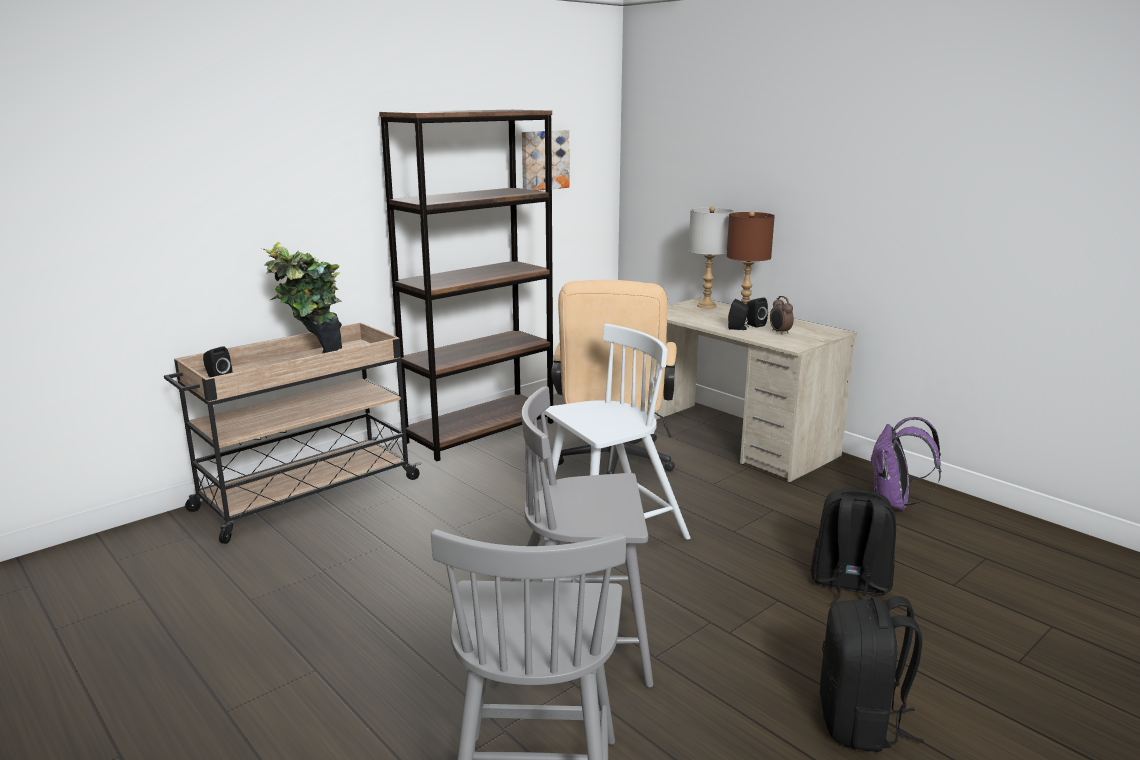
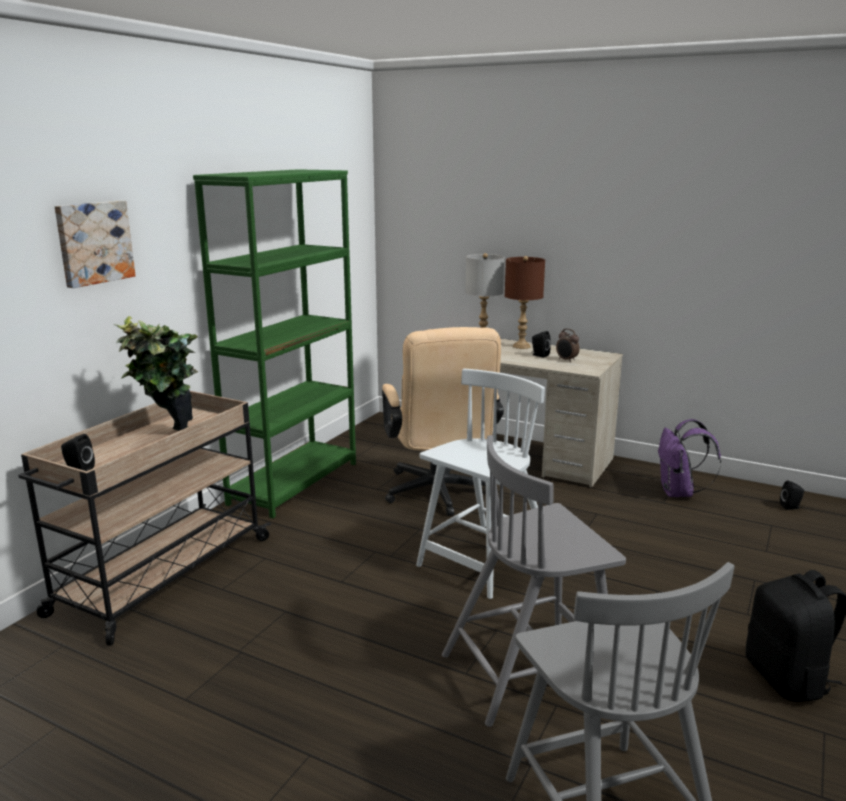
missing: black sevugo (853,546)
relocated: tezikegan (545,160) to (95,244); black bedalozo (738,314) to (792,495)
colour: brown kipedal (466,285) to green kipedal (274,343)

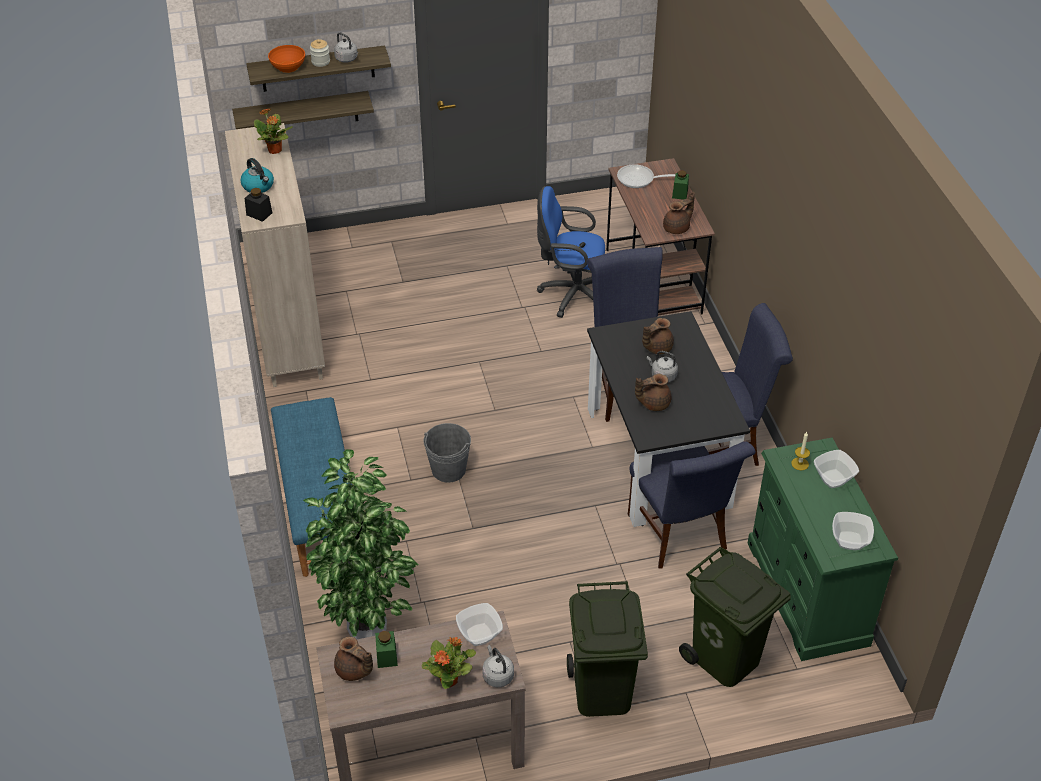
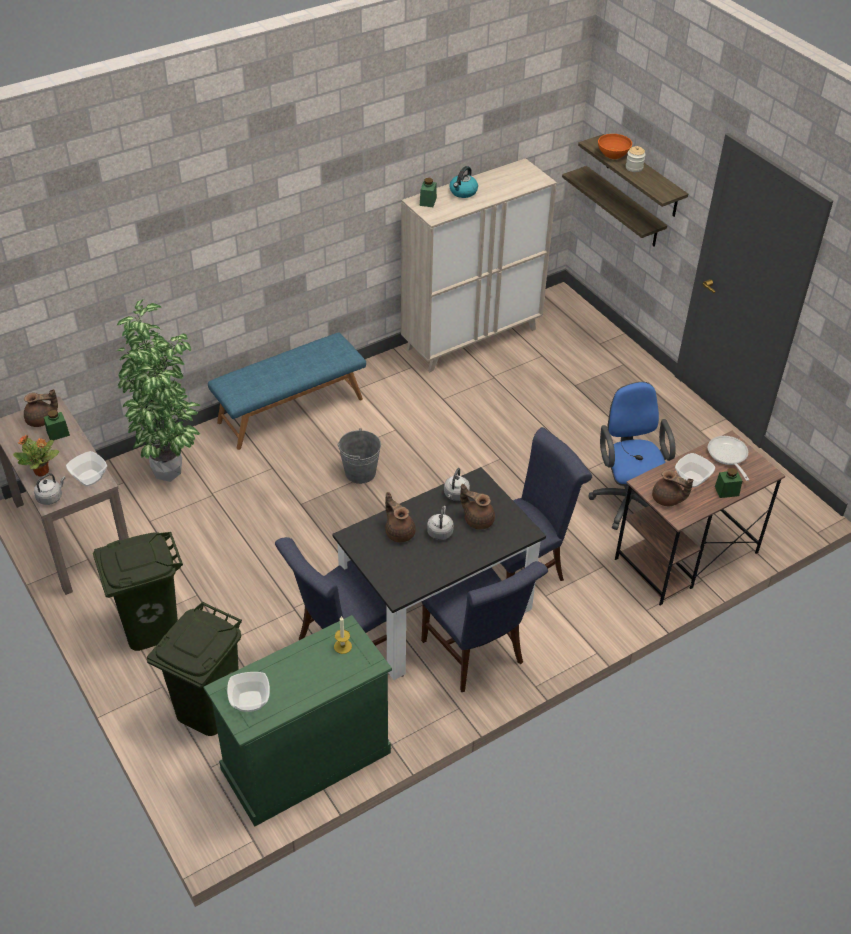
missing: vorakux (273,131)
relocated: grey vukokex (346,47) to (457,484); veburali (836,469) to (695,470)
colour: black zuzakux (259,205) to green zuzakux (428,192)
spun: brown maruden (353,659) = (41,408) 120 degrees counterclockwise

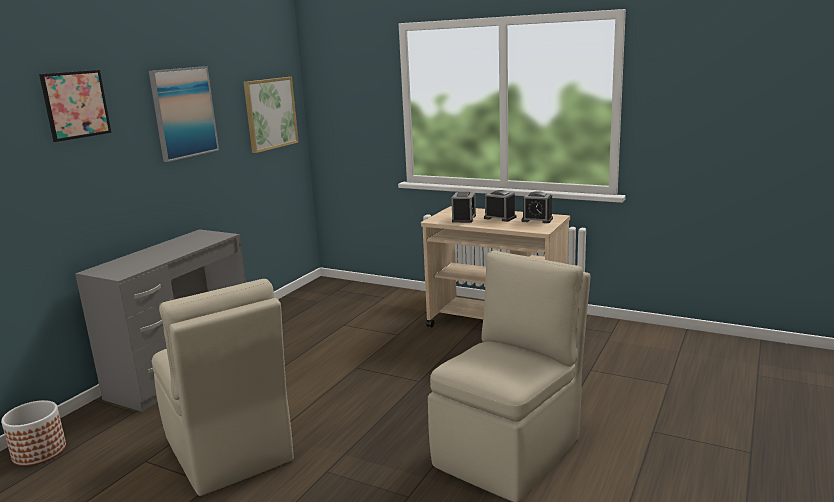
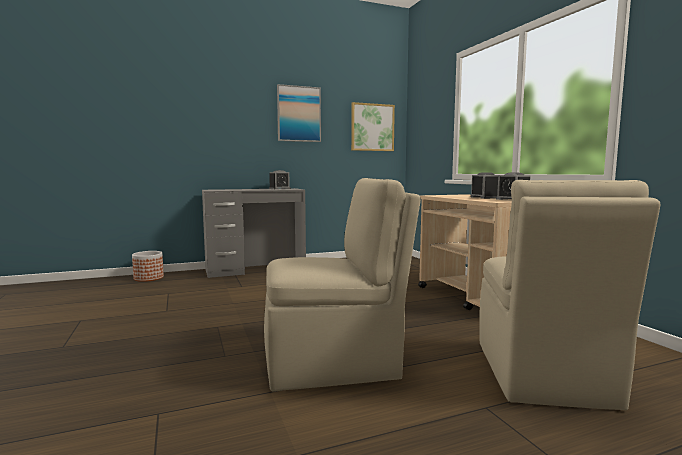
missing: tezikegan (75,106)
relocated: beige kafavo (223,387) to (569,295); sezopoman (463,207) to (280,179)

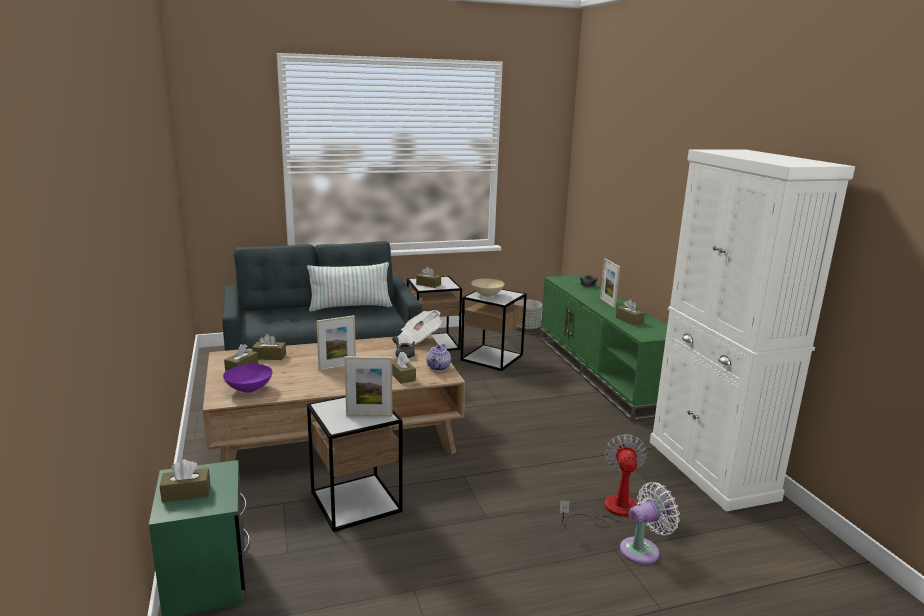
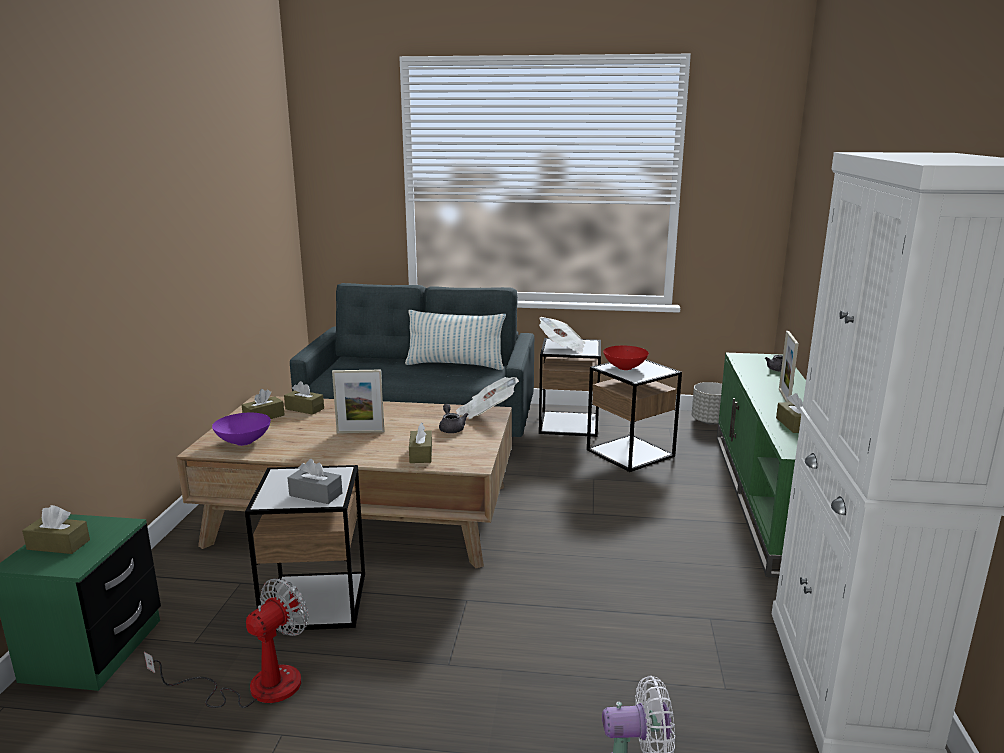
missing: maruden (438,357)
relocated: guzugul (603,480) to (226,643)
exchanged: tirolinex (368,386) to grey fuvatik (315,481); brown fuvatik (428,277) to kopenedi (562,335)
colour: beige veburali (487,288) to red veburali (626,358)

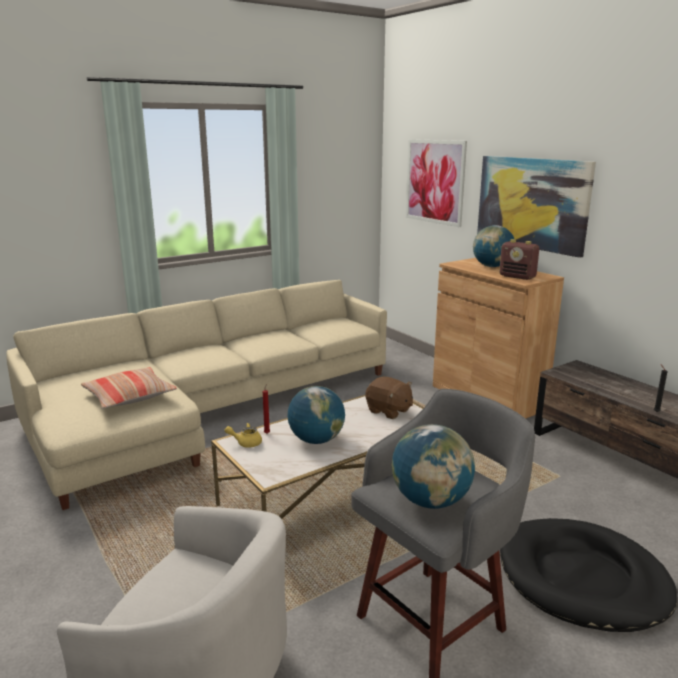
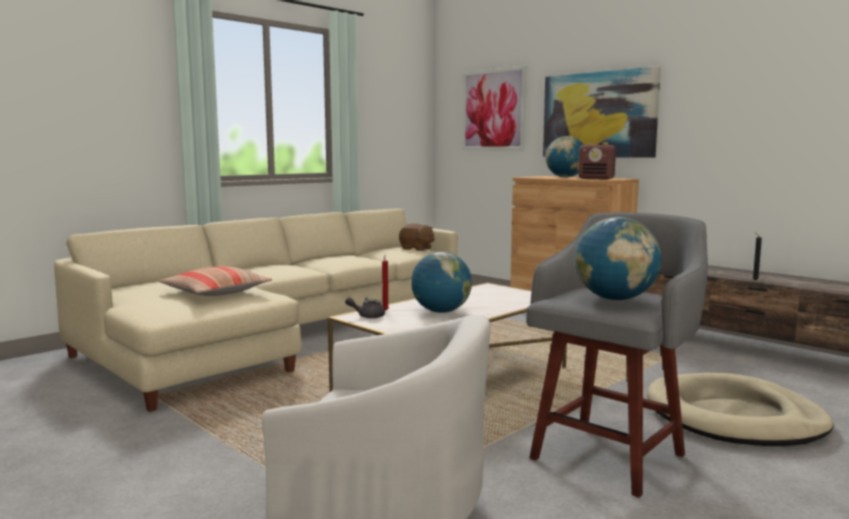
relocated: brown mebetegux (389,397) to (417,237)
colour: yellow maruden (243,435) to grey maruden (365,308); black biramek (589,575) to beige biramek (740,409)

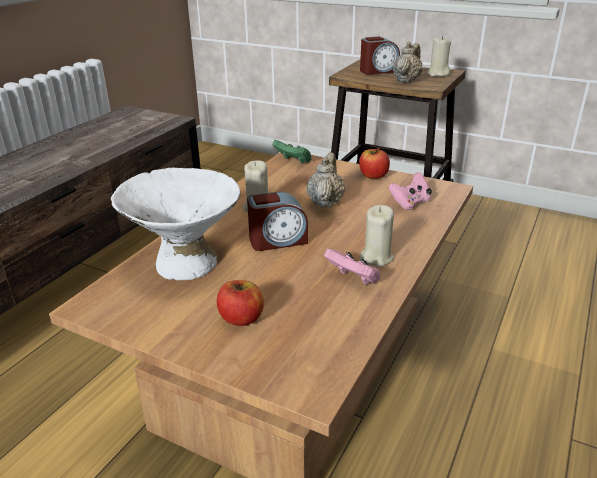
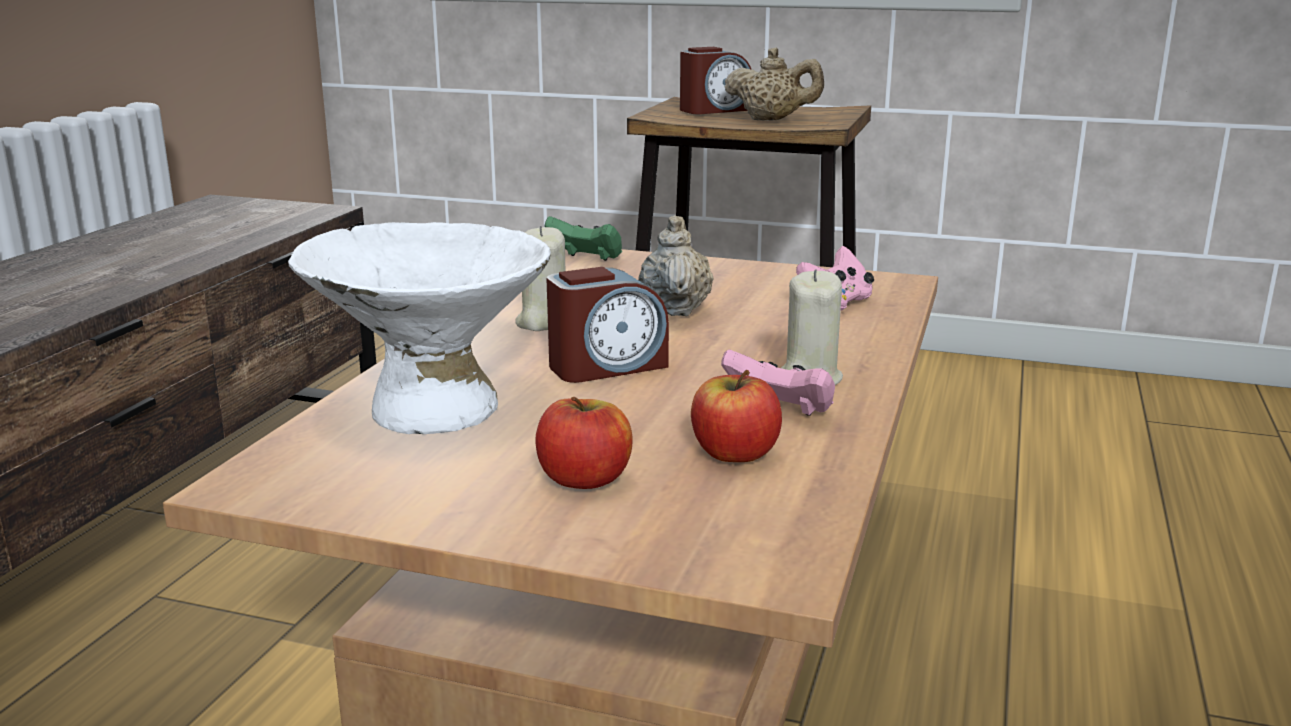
missing: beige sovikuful (439,56)
relocated: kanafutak (374,163) to (736,416)
spun: beige maruden (407,62) = (774,84) 90 degrees clockwise

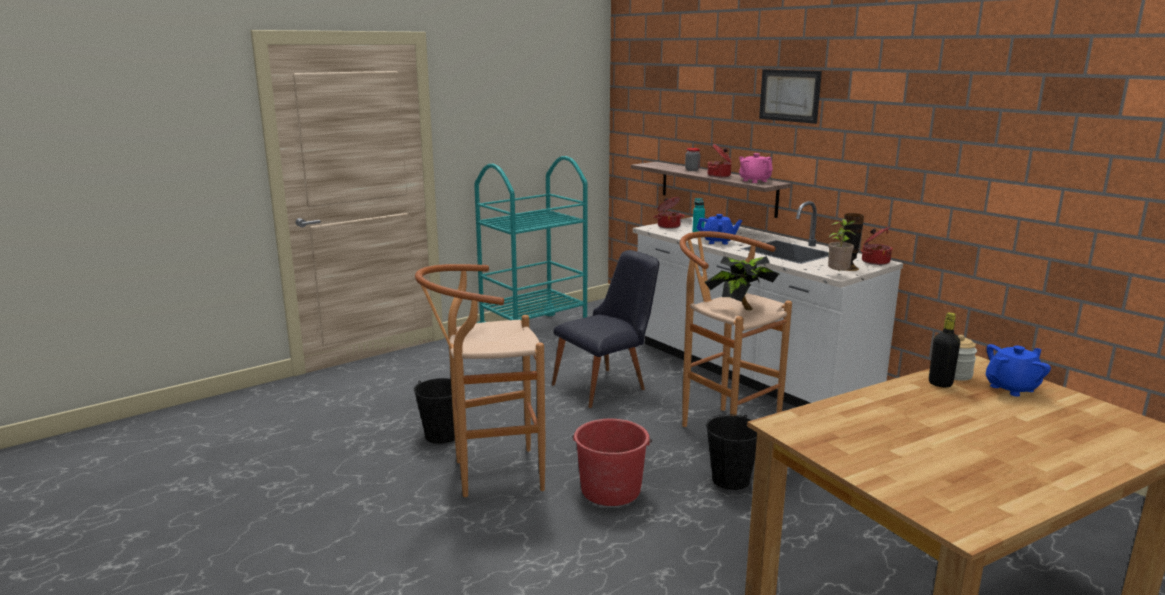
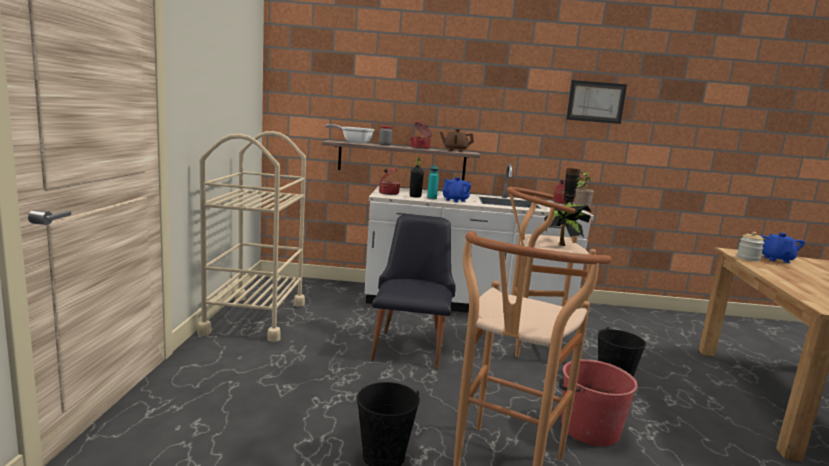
appeared: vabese (350,134)
relocated: tezikegan (790,96) to (596,102); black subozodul (944,350) to (417,177)
colour: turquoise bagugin (531,239) to beige bagugin (251,236); pink maruden (756,168) to brown maruden (457,140)

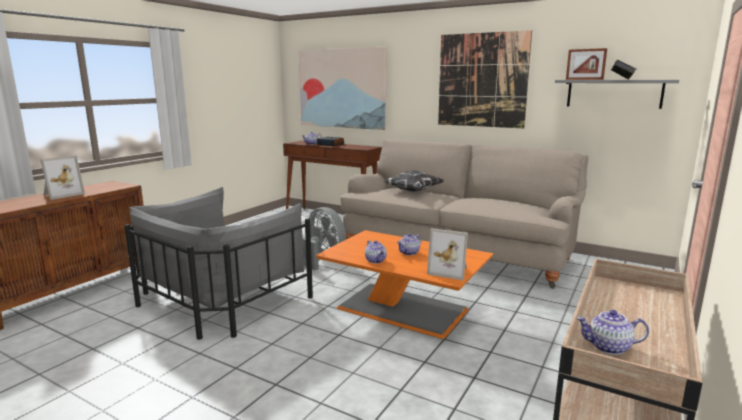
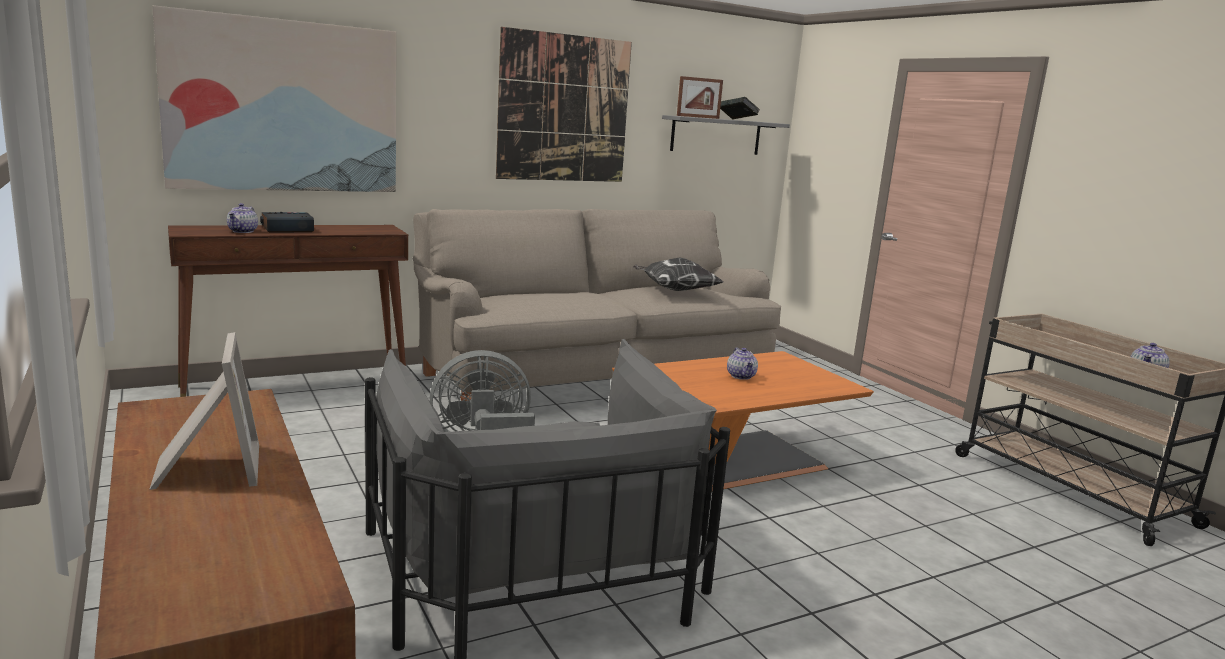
missing: maruden (376,252); tirolinex (447,254)
relocated: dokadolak (414,181) to (678,274)

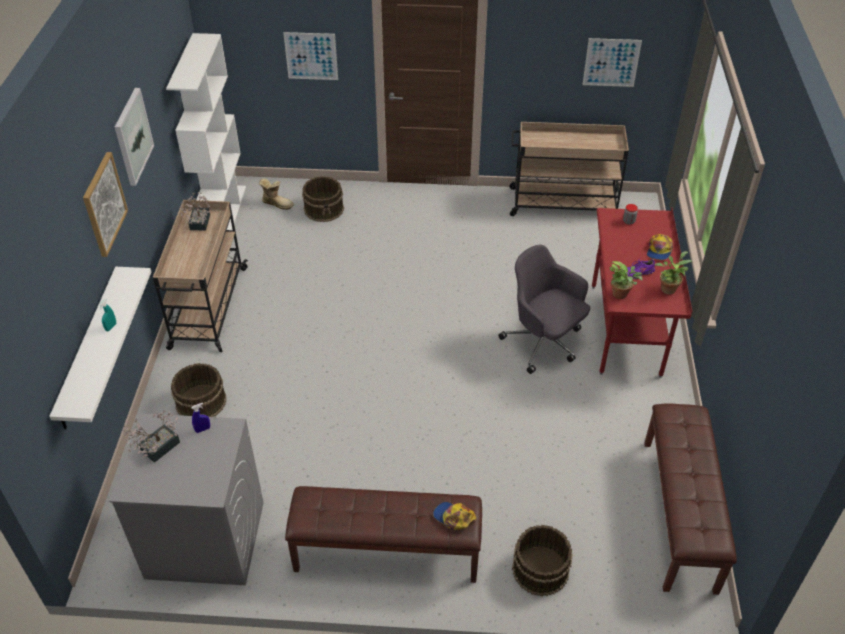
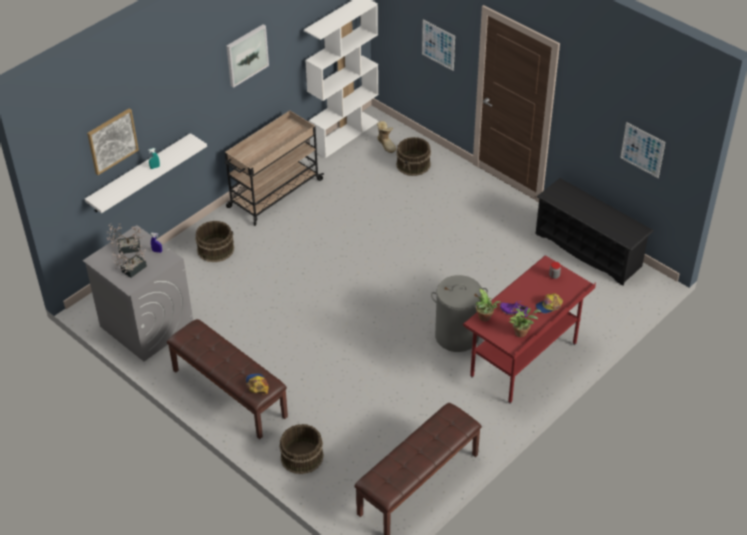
relocated: tezikegan (105,204) to (113,141); vorakux (195,211) to (129,261)
exchanged: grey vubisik (544,309) to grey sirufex (459,313); beige bagugin (569,169) to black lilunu (595,232)

